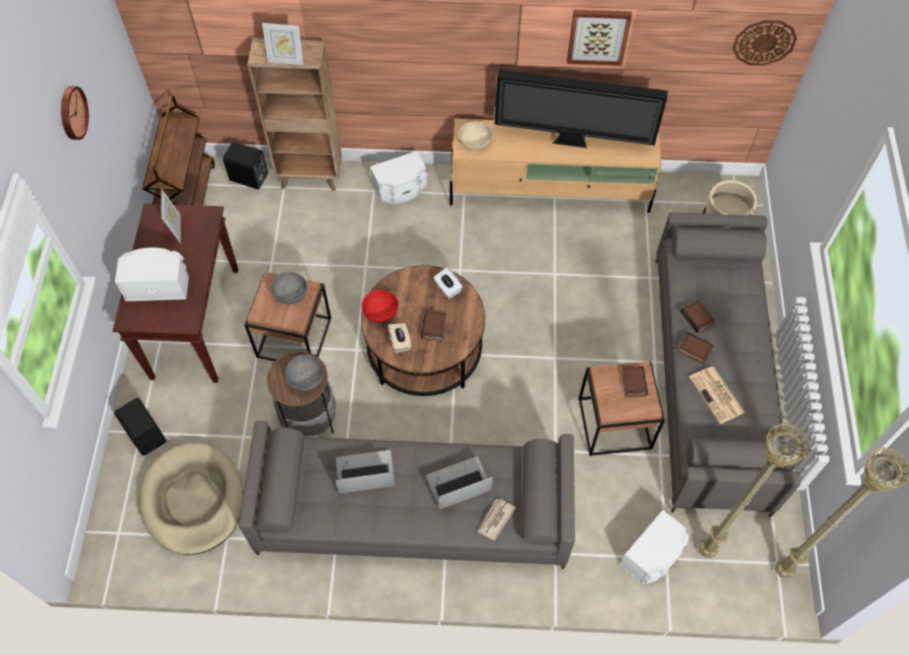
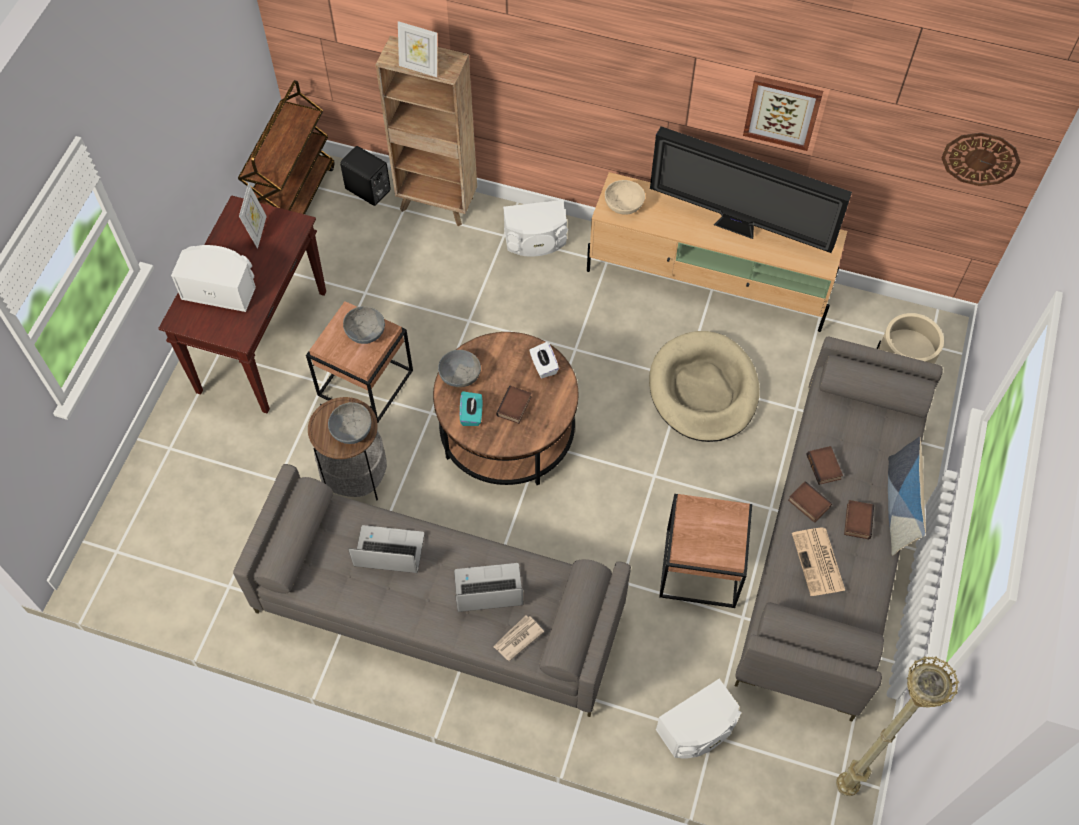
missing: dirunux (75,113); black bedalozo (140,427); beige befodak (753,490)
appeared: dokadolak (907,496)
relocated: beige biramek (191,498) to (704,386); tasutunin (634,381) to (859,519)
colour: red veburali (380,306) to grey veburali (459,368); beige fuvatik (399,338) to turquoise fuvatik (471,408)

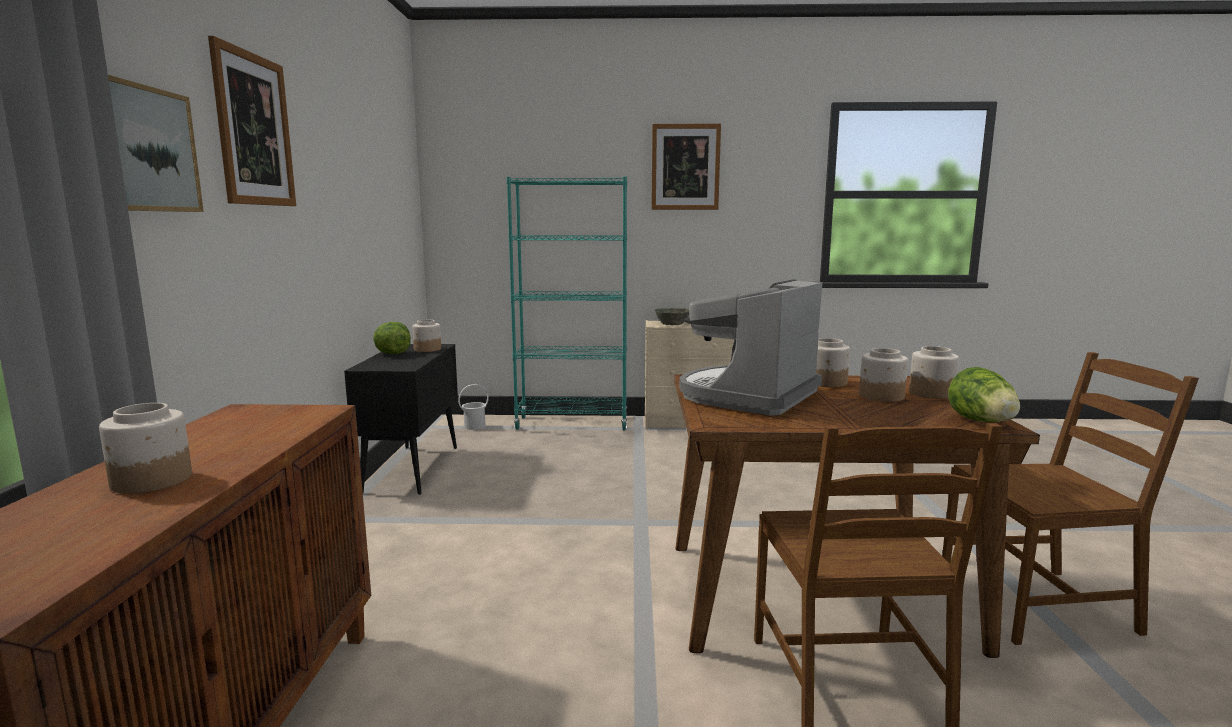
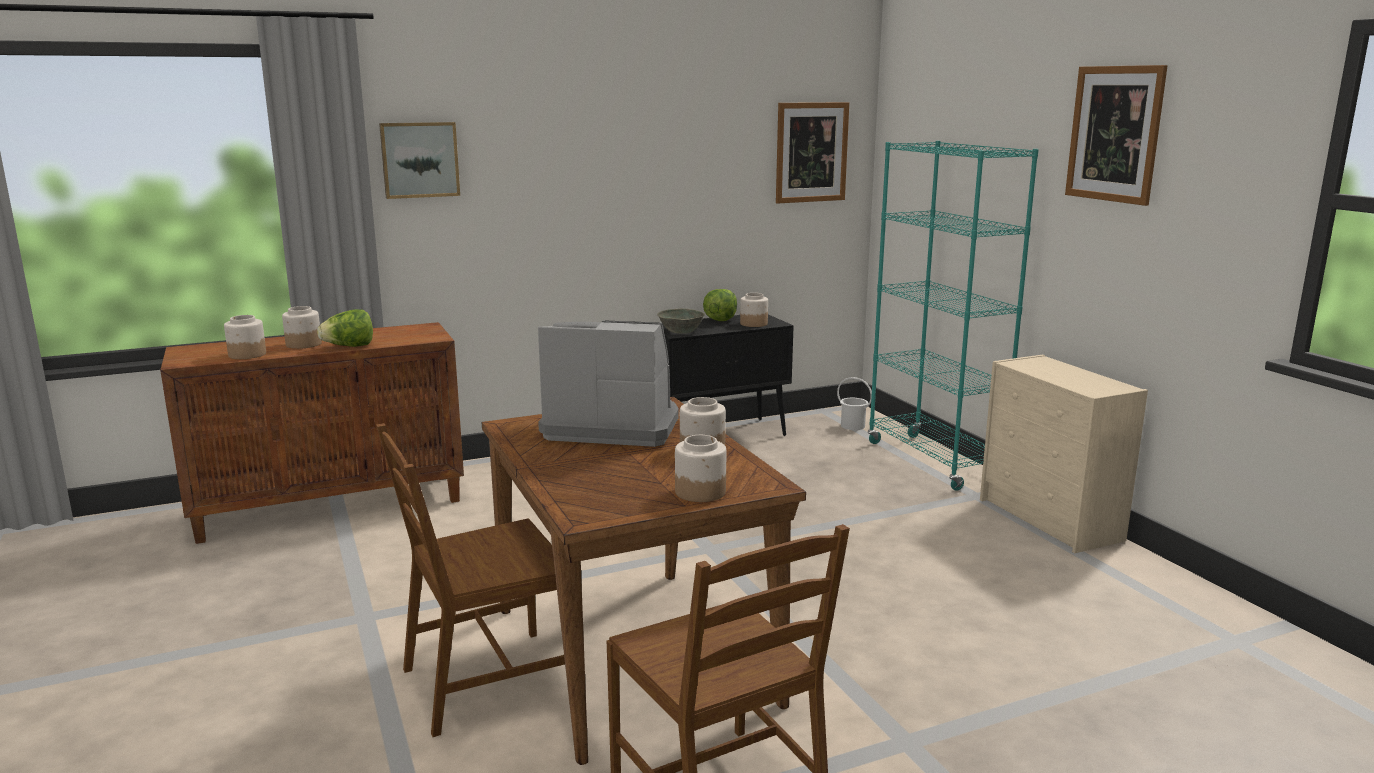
relocated: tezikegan (252,121) to (812,153); grey veburali (671,316) to (681,321); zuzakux (883,375) to (245,337); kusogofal (984,394) to (345,328)

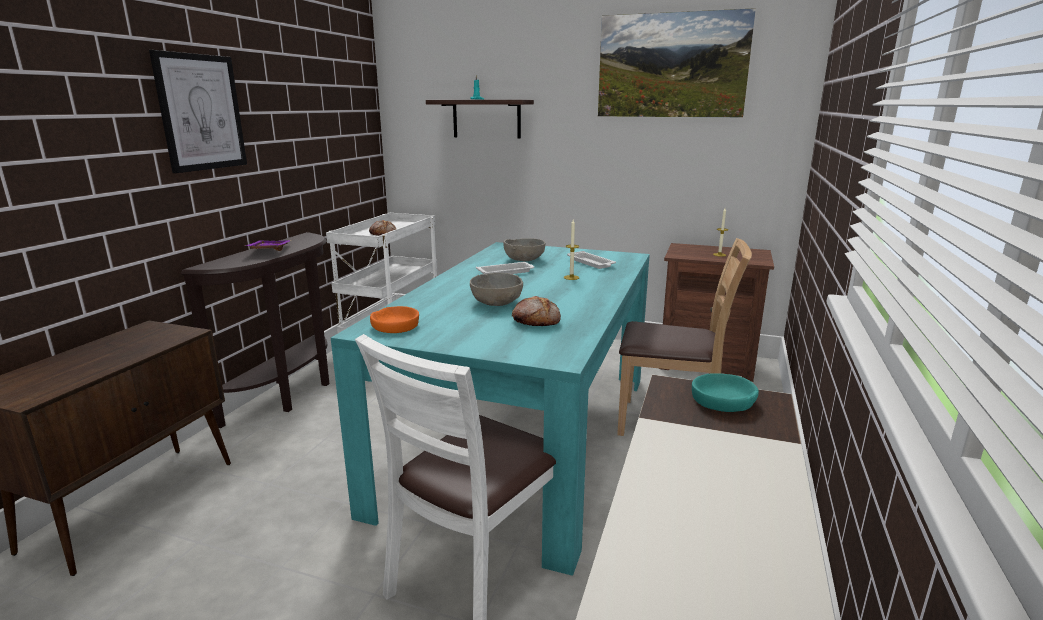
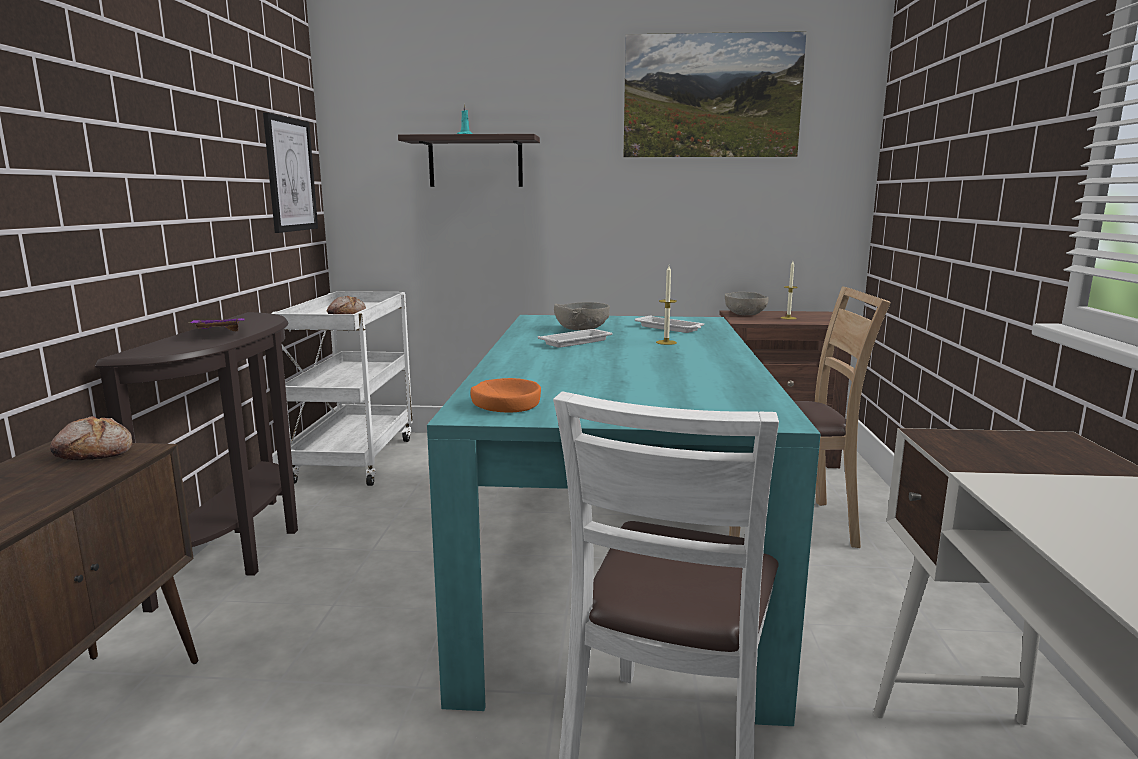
missing: turquoise veburali (725,392)
relocated: tezikegan (198,111) to (290,172); grey veburali (496,289) to (747,303); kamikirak (536,311) to (91,438)

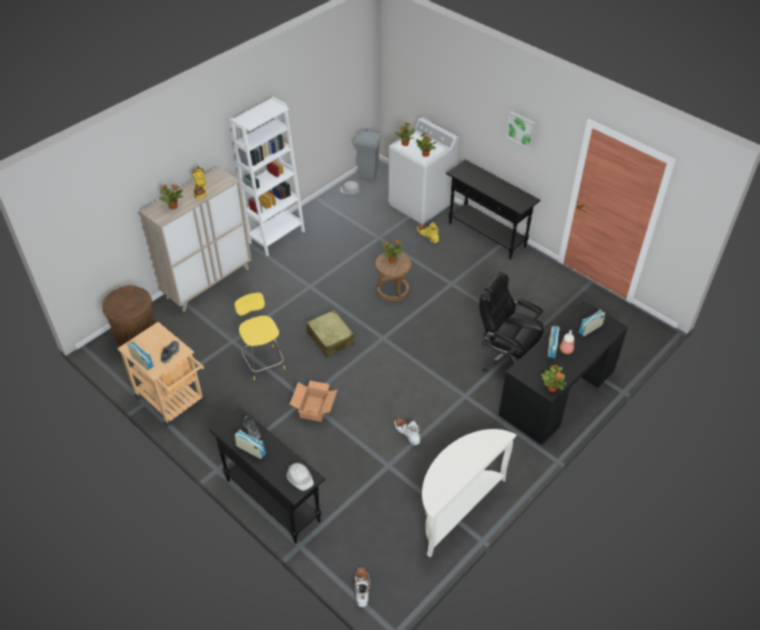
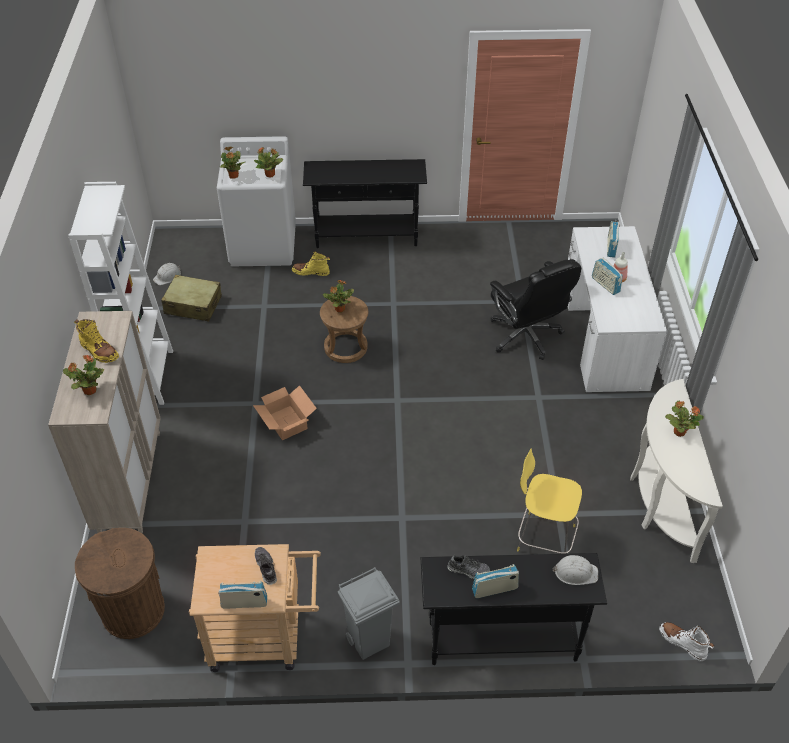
missing: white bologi (407,431); tezikegan (521,130)
relocated: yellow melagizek (260,336) to (549,501); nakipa (313,401) to (285,412); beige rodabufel (330,333) to (191,298); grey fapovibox (367,155) to (369,613); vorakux (553,378) to (684,419)
colour: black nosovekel (563,373) to white nosovekel (617,309)
spun: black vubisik (511,322) = (535,309) 105 degrees counterclockwise

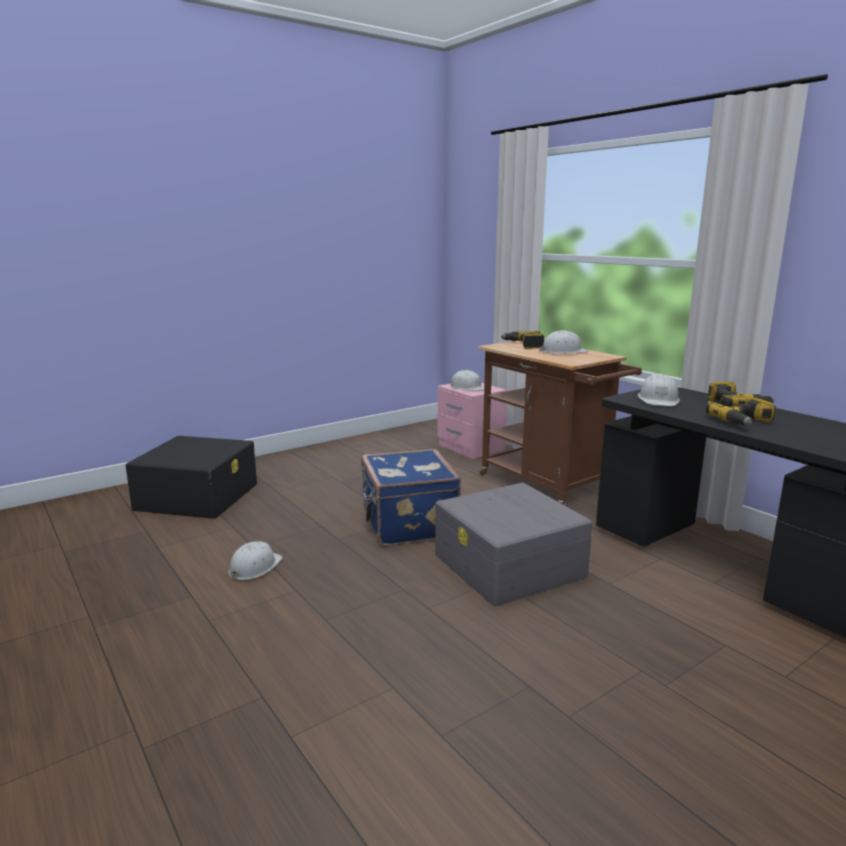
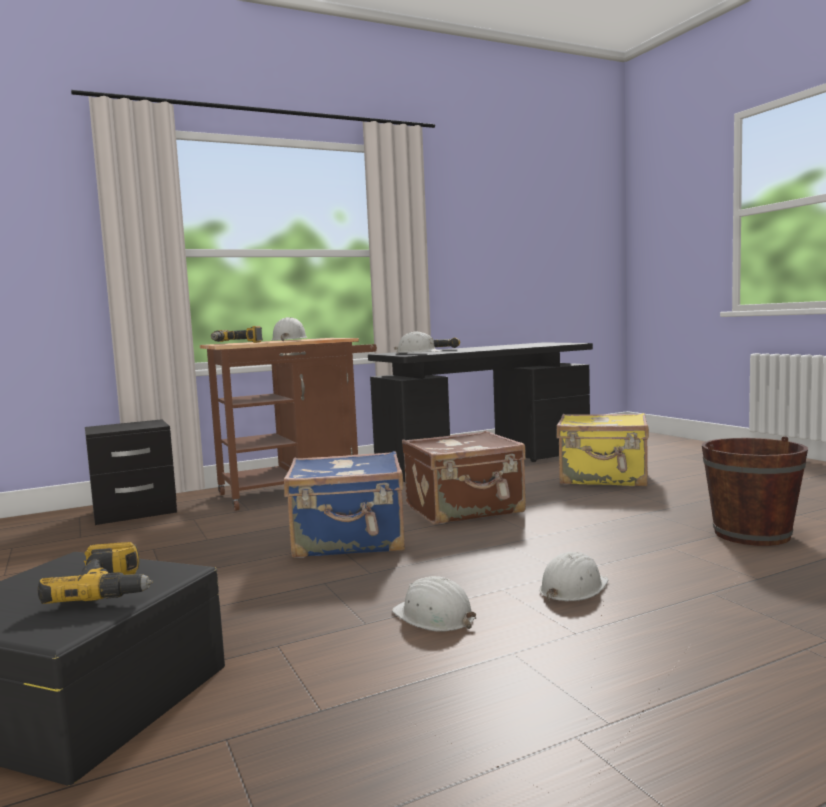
appeared: yellow rodabufel (602,450); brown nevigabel (755,491)
relocated: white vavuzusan (466,380) to (573,576); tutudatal (740,411) to (95,573)
exchanged: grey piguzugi (514,545) to brown rodabufel (464,478)
colour: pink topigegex (472,421) to black topigegex (131,472)

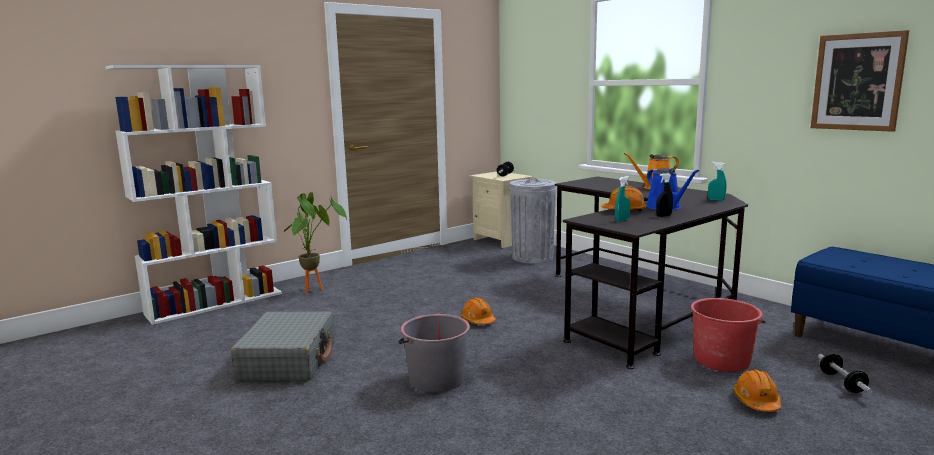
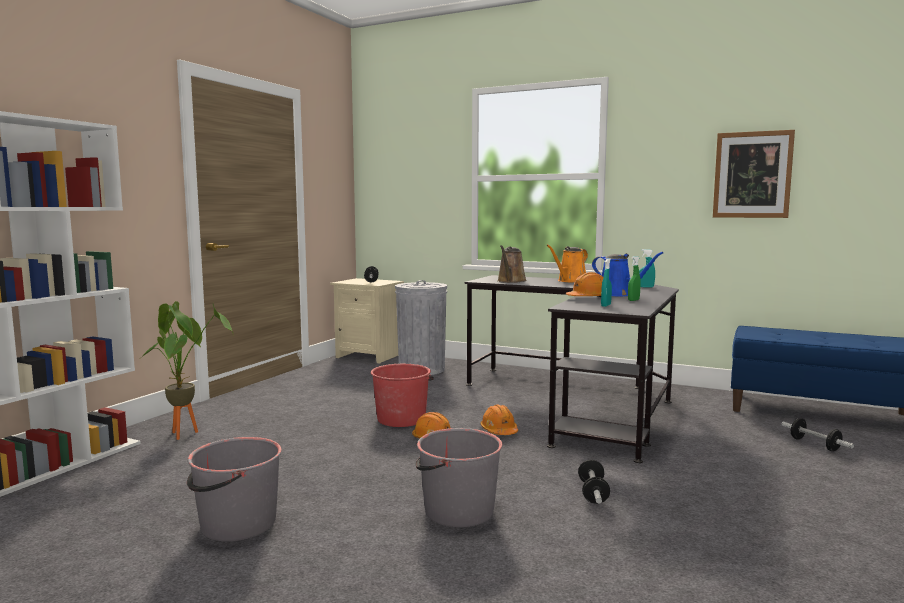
appeared: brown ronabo (512,264); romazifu (594,482)
relocated: red nevigabel (728,335) to (402,395); orange vavuzusan (757,390) to (499,419)
exchanged: grey rodabufel (283,346) to grey nevigabel (234,489)
colour: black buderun (664,195) to green buderun (634,278)

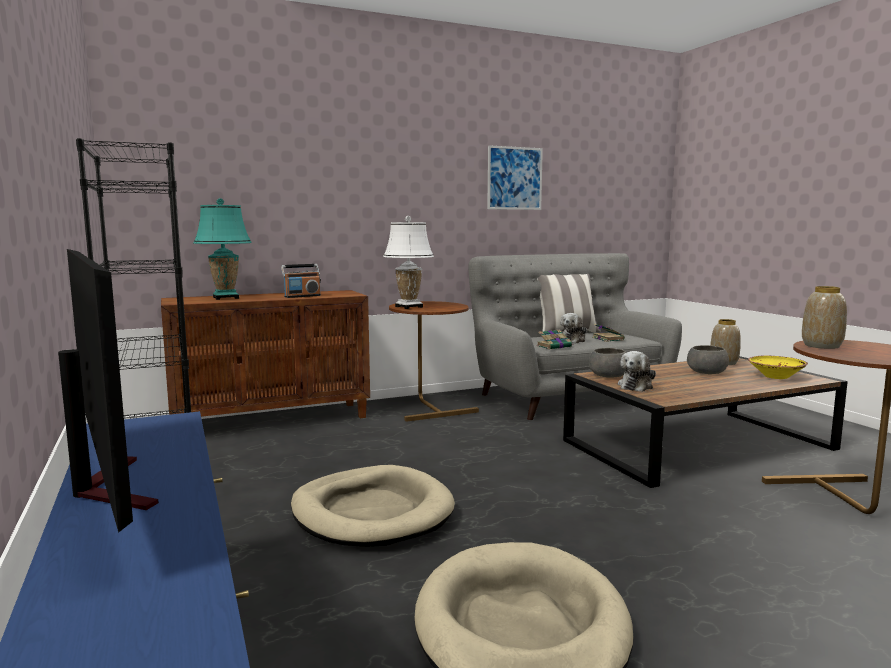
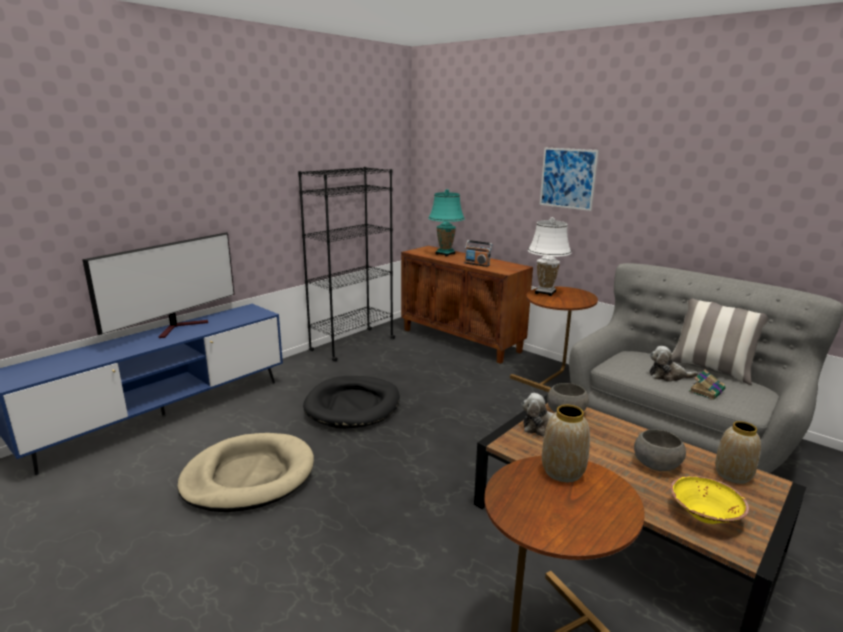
missing: tasutunin (555,339)
relocated: tezikegan (515,177) to (569,179)
colour: beige biramek (373,506) to black biramek (351,402)

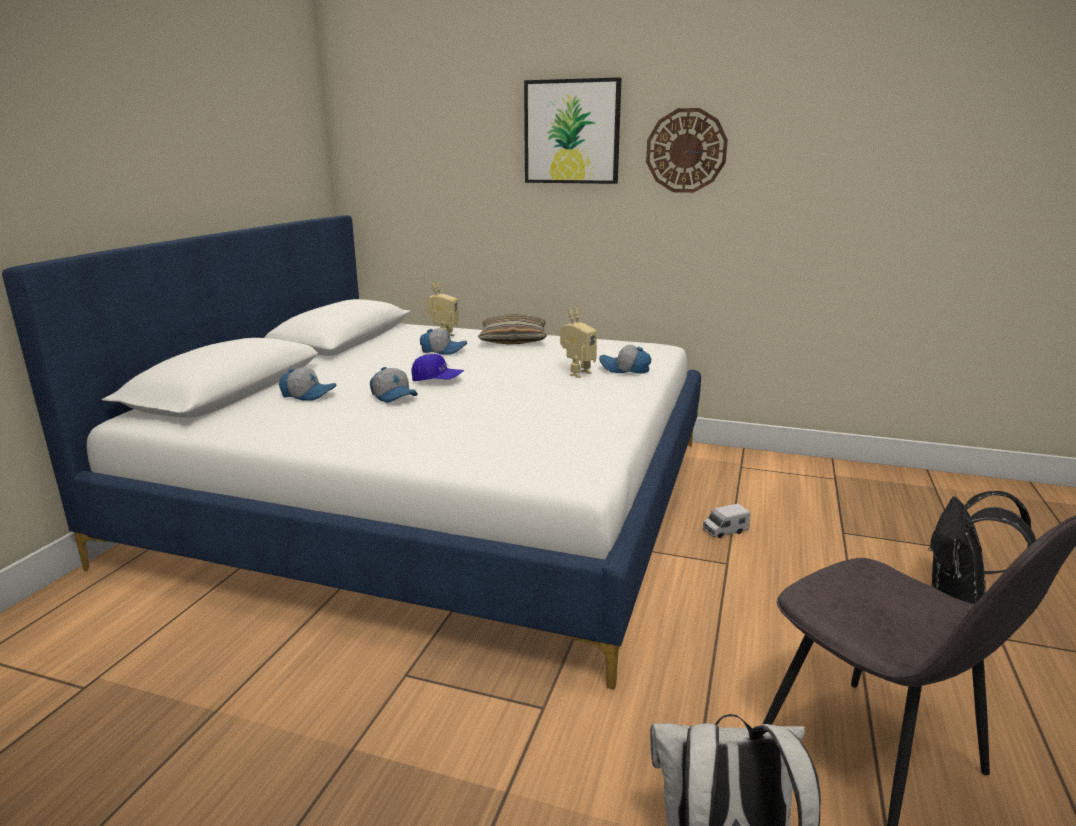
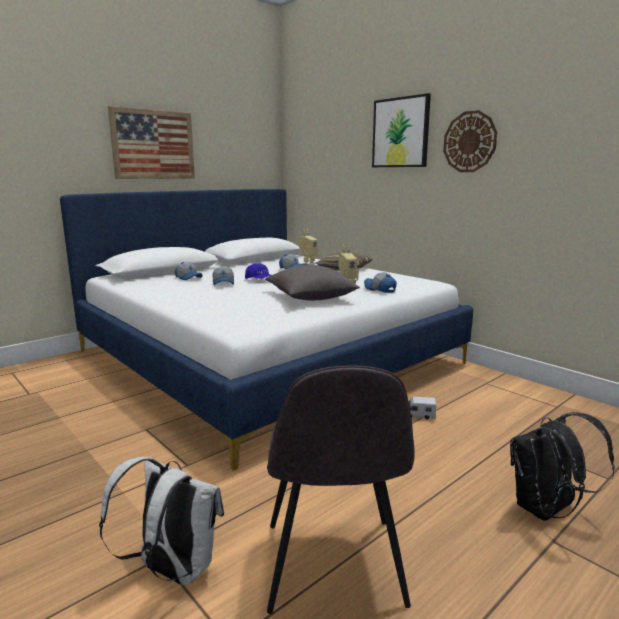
appeared: tezikegan (151,142); grey dokadolak (312,282)

